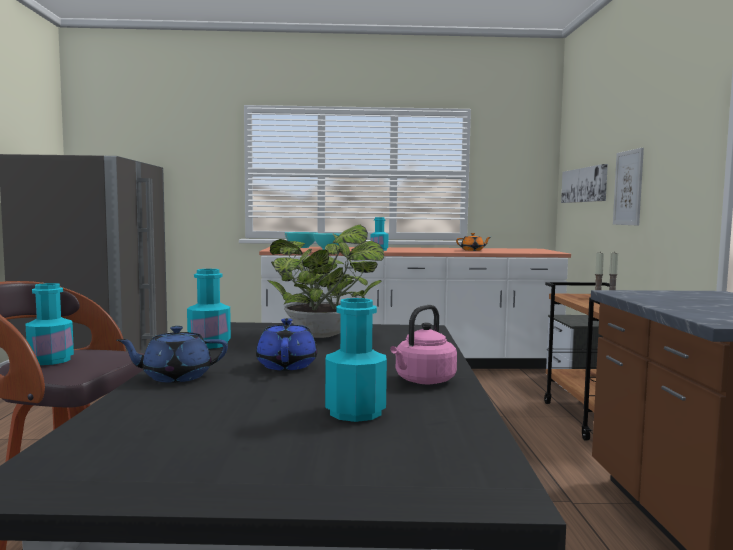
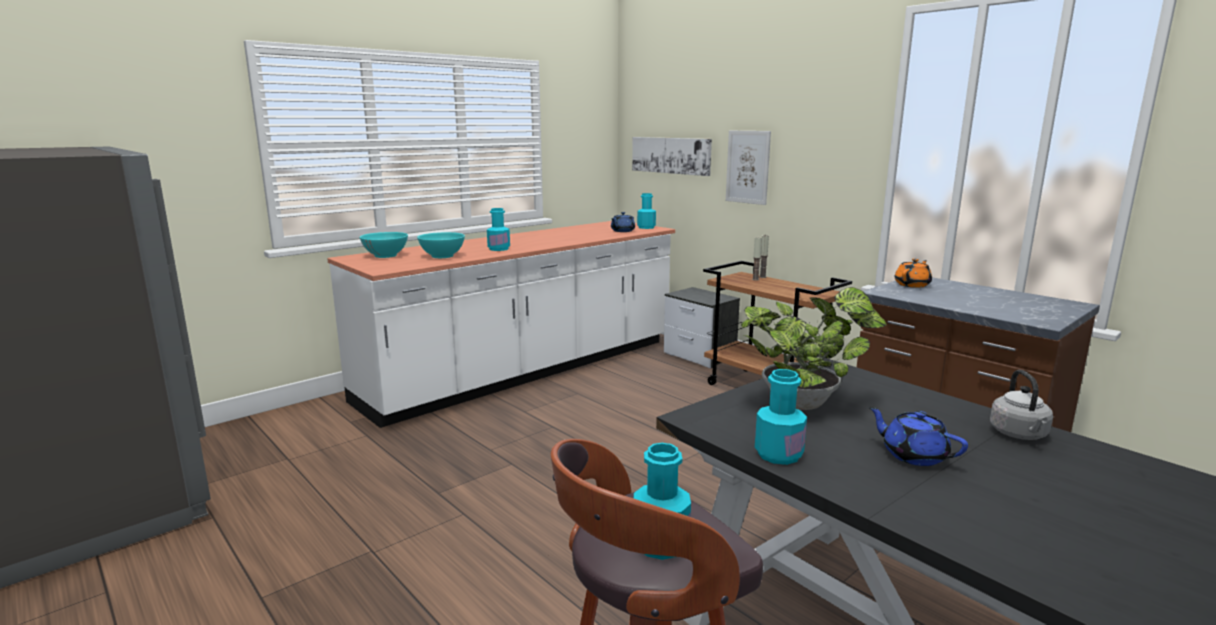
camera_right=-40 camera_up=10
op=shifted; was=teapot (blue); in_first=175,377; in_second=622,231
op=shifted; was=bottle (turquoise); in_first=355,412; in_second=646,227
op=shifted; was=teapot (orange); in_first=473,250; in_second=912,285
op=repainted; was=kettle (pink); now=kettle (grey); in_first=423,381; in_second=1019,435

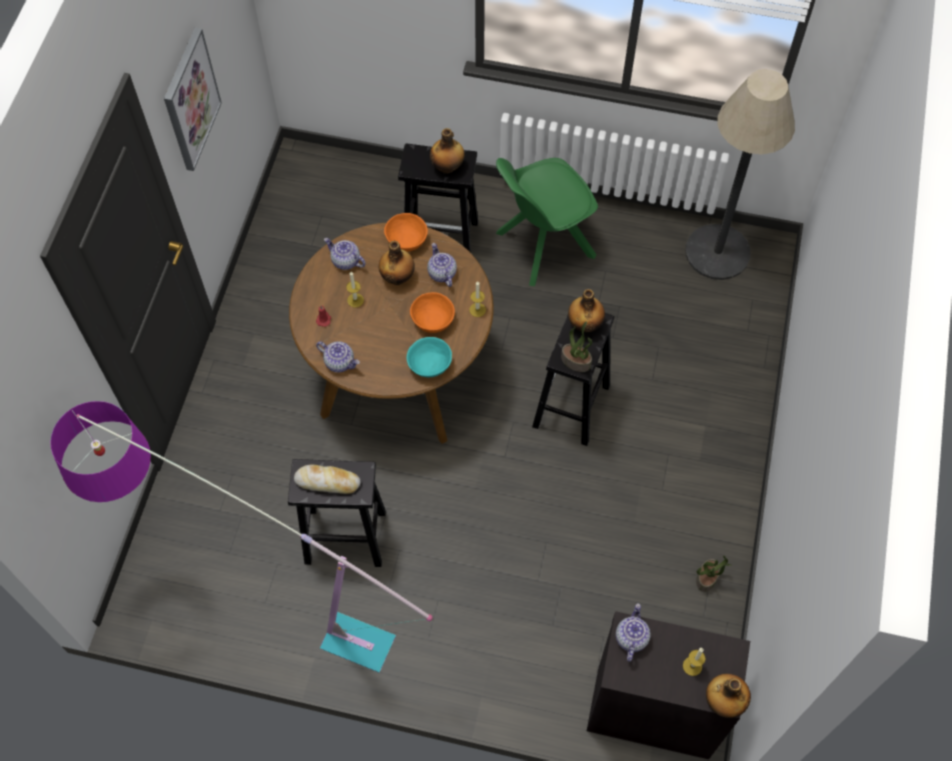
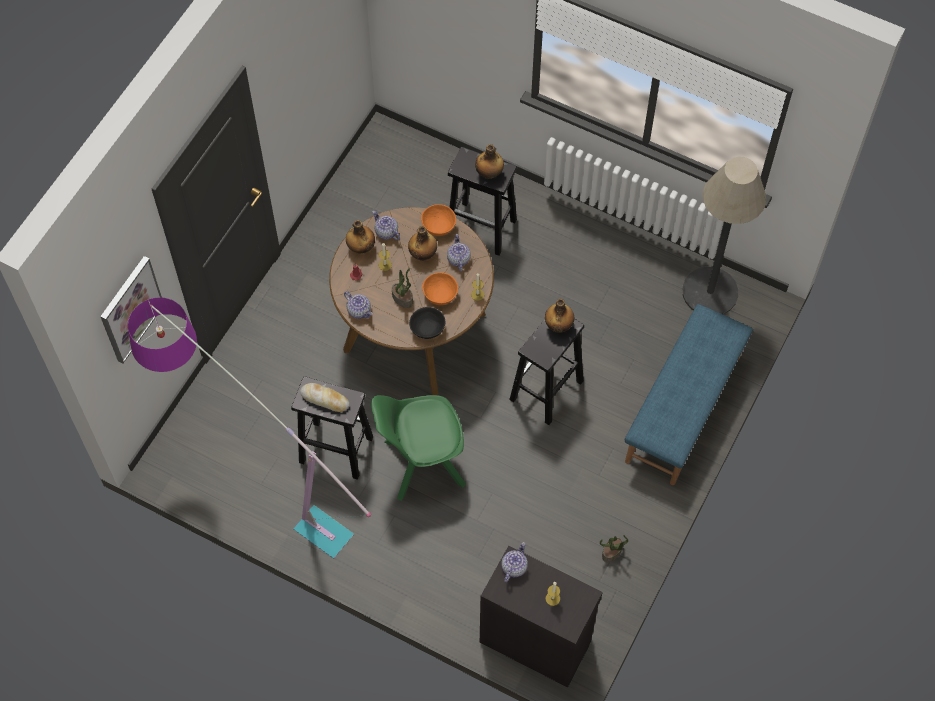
camera_right=15 camera_up=0
op=shifted; was=picture; in_first=190,100; in_second=130,309
op=shifted; was=bottle; in_first=724,701; in_second=361,247
op=shifted; was=chair (green); in_first=542,245; in_second=421,463
op=shifted; was=potted plant; in_first=576,361; in_second=403,298
op=repainted; was=bowl (turquoise); now=bowl (black); in_first=430,364; in_second=428,329
op=new; now=bench (blue); in_second=684,409

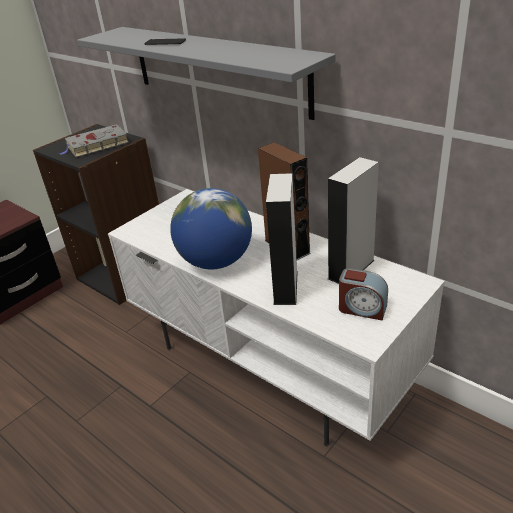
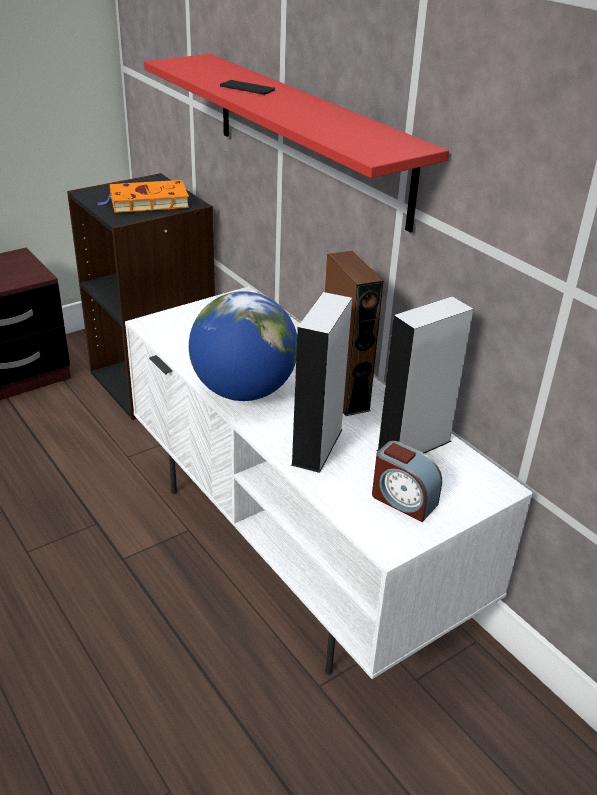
camera_right=10 camera_up=0
op=repainted; was=book (grey); now=book (orange); in_first=96,145; in_second=146,202
op=repainted; was=shelf (grey); now=shelf (red); in_first=216,69; in_second=309,136

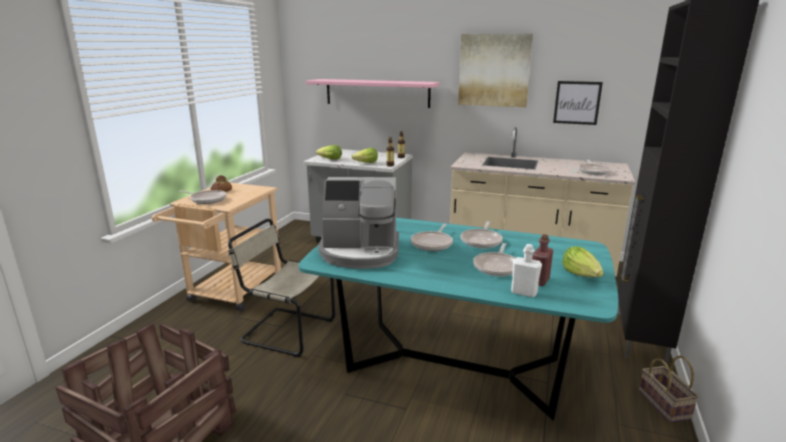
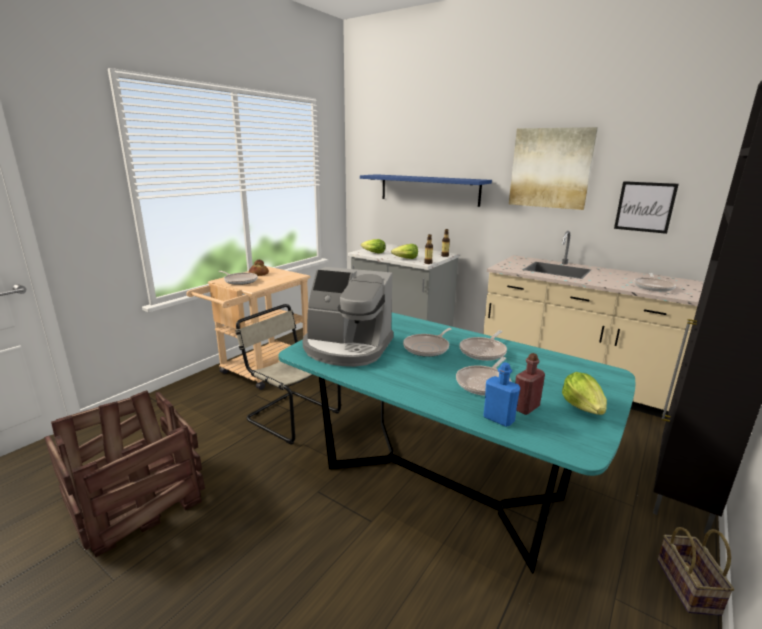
camera_right=15 camera_up=0
op=repainted; was=shelf (pink); now=shelf (blue); in_first=377,93; in_second=428,189
op=repainted; was=bottle (white); now=bottle (blue); in_first=524,292; in_second=498,419

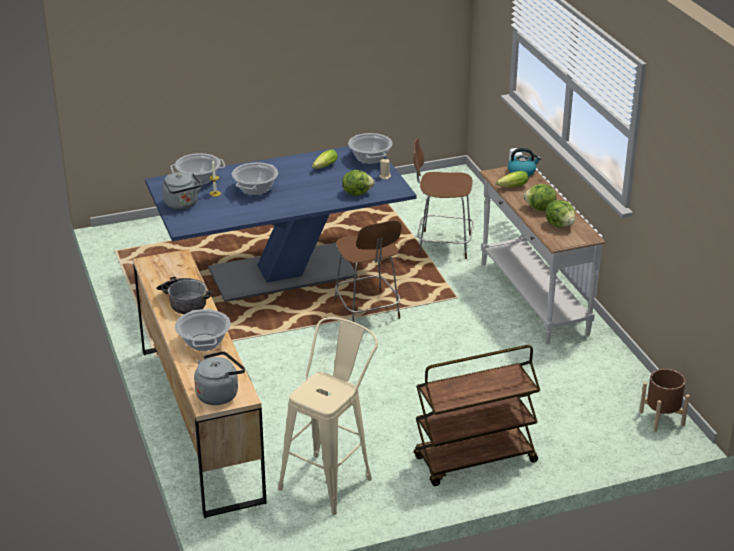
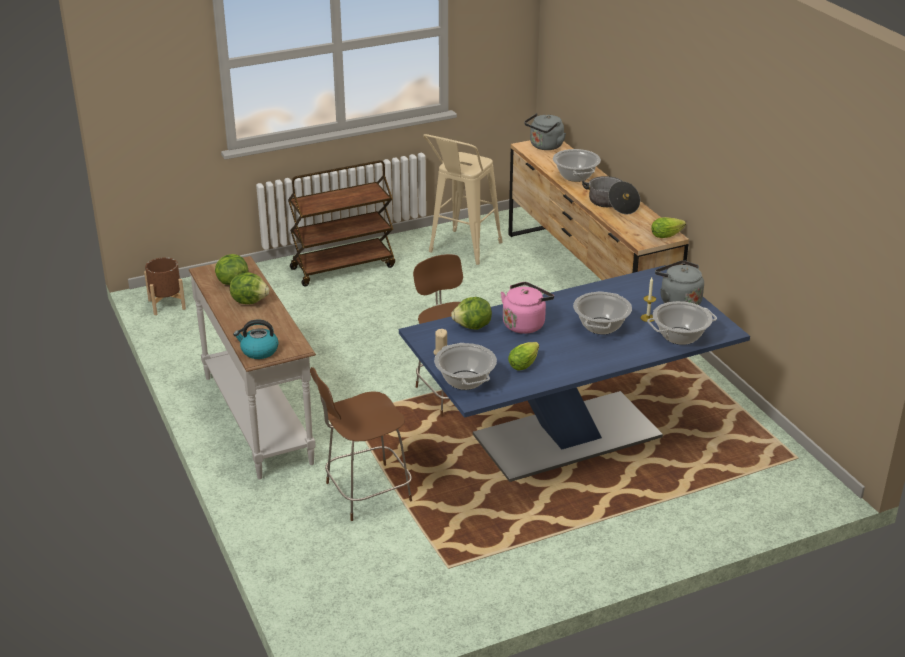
camera_right=175 camera_up=0
op=rotated; was=chair (brown); in_first=442,244; in_second=365,493; clockwise=150
op=new; now=kettle (pink); in_second=525,324
op=shifted; was=lettuce; in_first=511,187; in_second=668,234

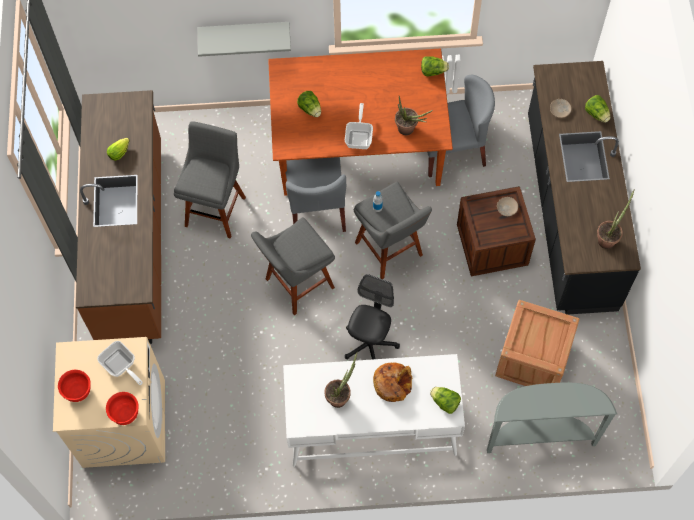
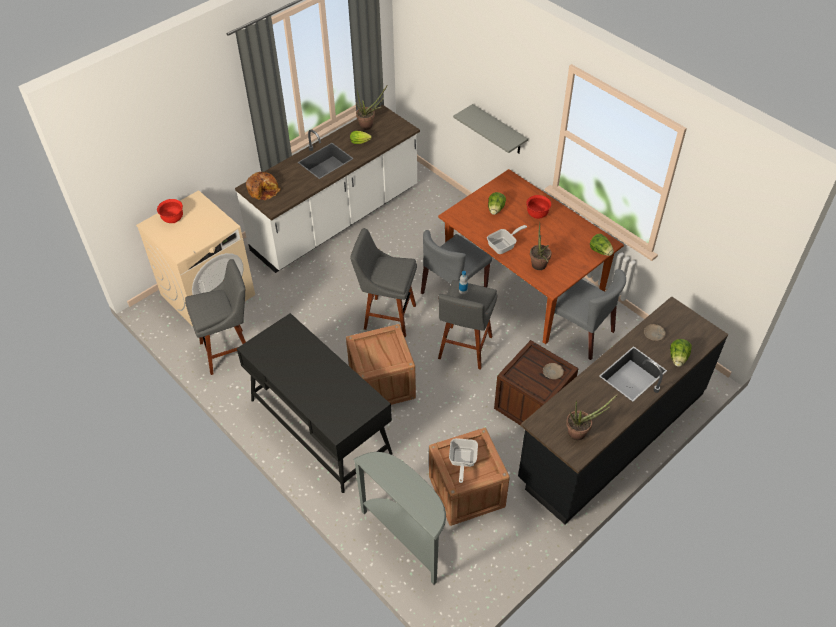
camera_right=50 camera_up=-15
op=shifted; was=stool (grey); in_first=216,208; in_second=230,350
op=repainted; was=counter (brown); now=counter (white); in_first=133,241; in_second=336,220
op=repainted; was=desk (white); now=desk (black); in_first=371,426; in_second=320,425
op=shifted; was=bread; in_first=392,383; in_second=263,190
op=swapped; was=office chair (black); now=crate; in_first=370,344; in_second=382,384
op=shifted; was=potted plant; in_first=340,396; in_second=369,125
op=shifted; was=frying pan; in_first=121,366; in_second=462,461
op=shifted; was=bowl (red); in_first=125,413; in_second=537,214
op=gone; was=lettuce; in_first=445,402

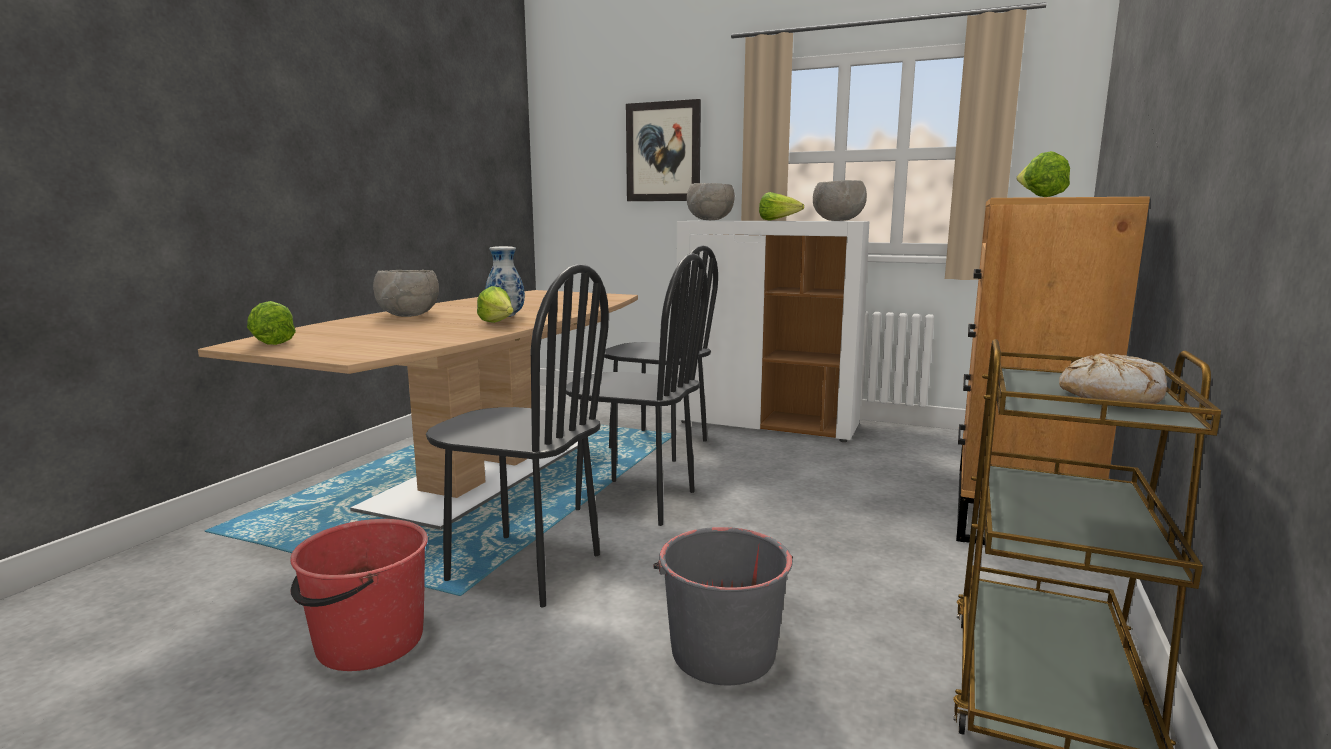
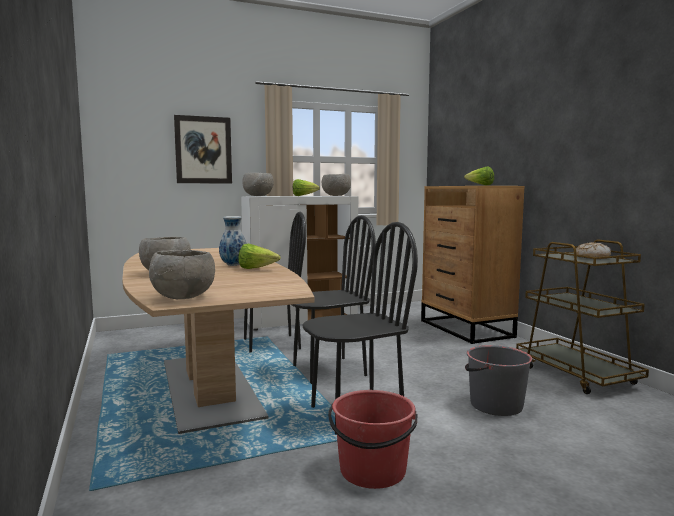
camera_right=-45 camera_up=-5
op=swapped; was=lettuce; now=bowl (grey); in_first=271,342; in_second=183,298

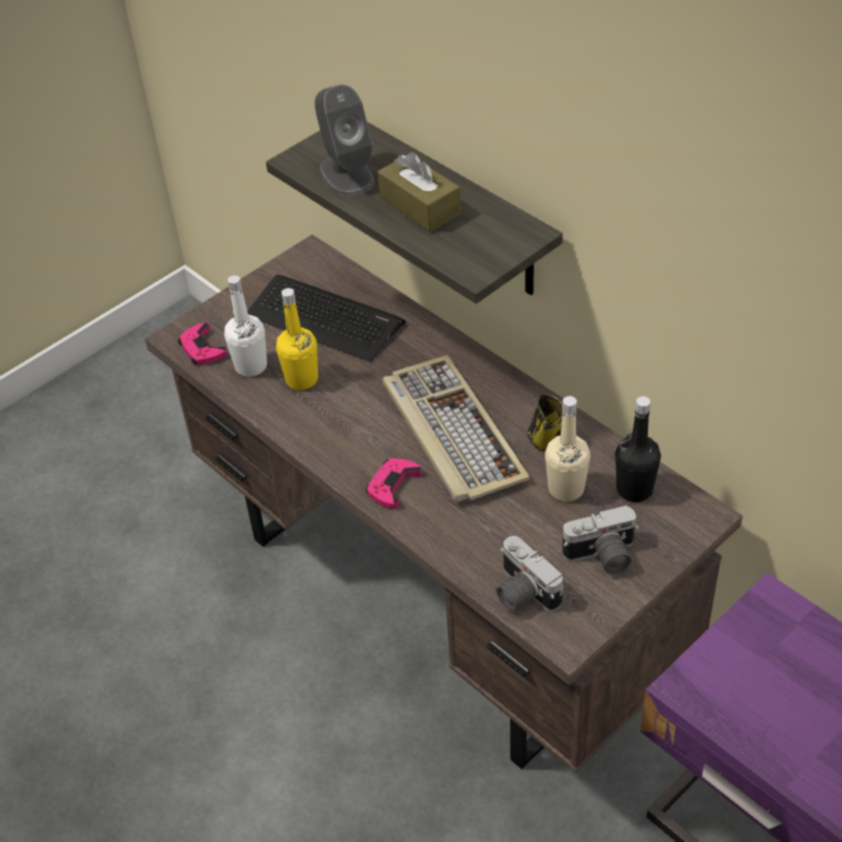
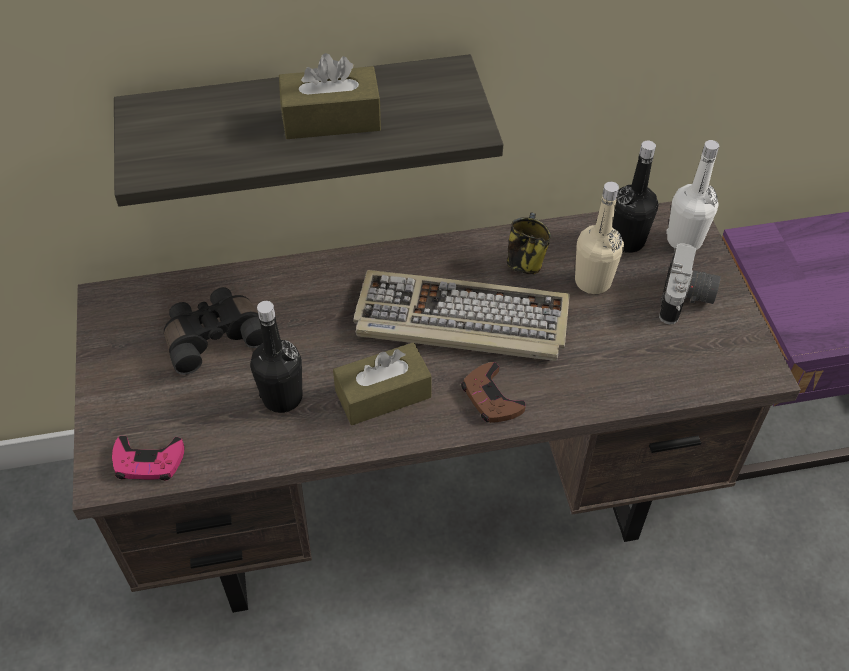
camera_right=-60 camera_up=5
op=swapped; was=keyboard; now=binoculars (black); in_first=324,319; in_second=214,336
op=repainted; was=bottle (yellow); now=bottle (black); in_first=301,379; in_second=282,397
op=new; now=tissue box (brown); in_second=383,394
op=repainted; was=game controller (pink); now=game controller (brown); in_first=393,485; in_second=491,398
op=shifted; was=bottle (white); in_first=251,366; in_second=684,240
op=gone; was=speaker (grey); in_first=346,175
op=gone; was=photo camera; in_first=521,593

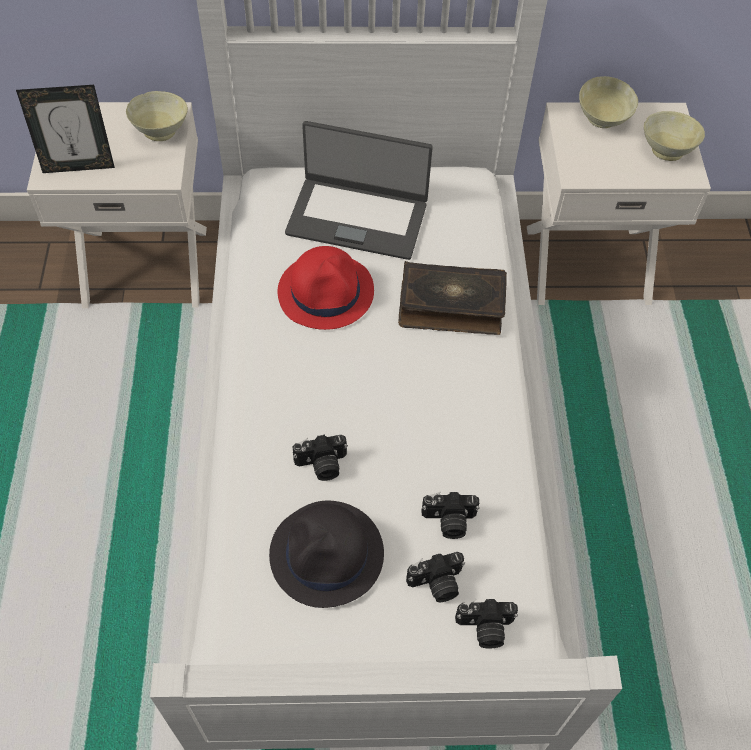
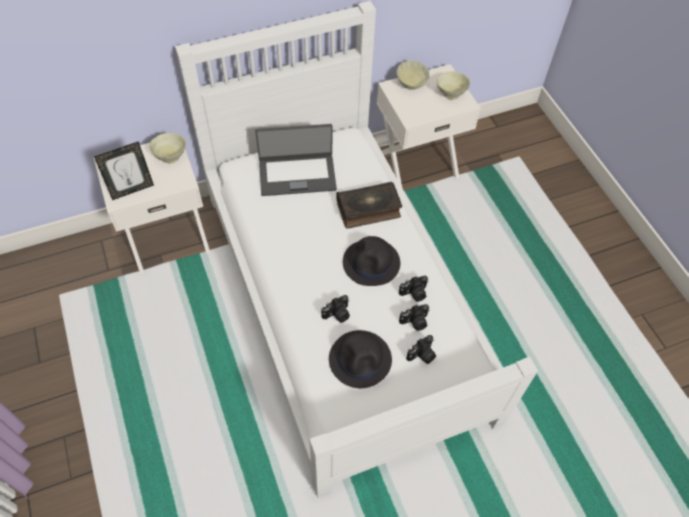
camera_right=-20 camera_up=0
op=new; now=hat (black); in_second=371,263
op=shifted; was=photo camera; in_first=485,629; in_second=414,293
op=gone; was=hat (red); in_first=326,291

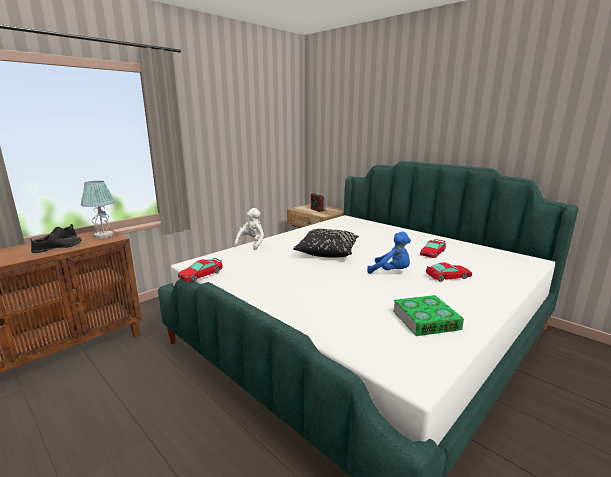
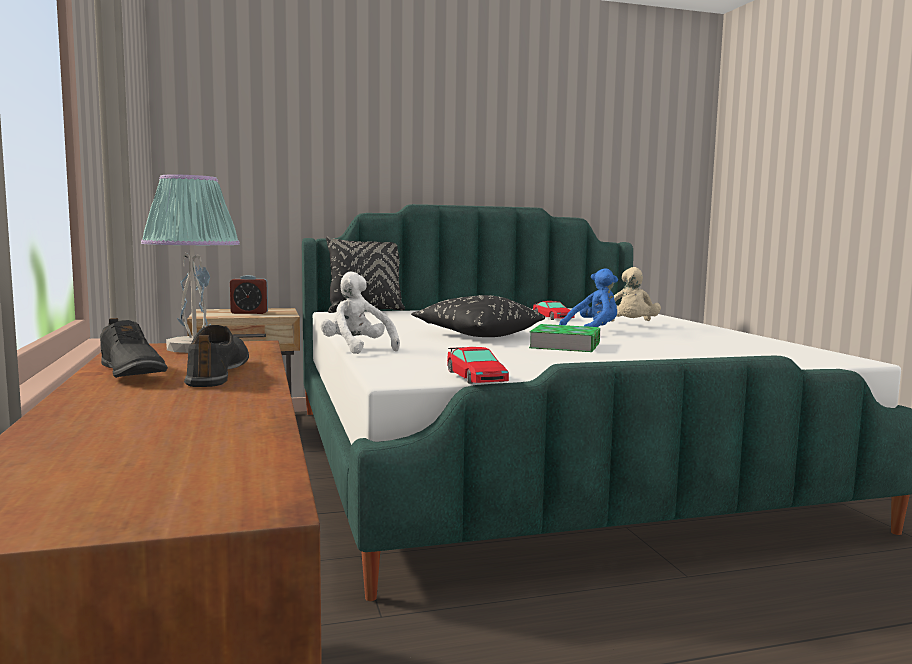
camera_right=-60 camera_up=-10
op=new; now=pillow (black); in_second=365,311
op=shifted; was=book; in_first=425,320; in_second=565,345
op=swapped; was=toy car; now=plush toy (beige); in_first=448,276; in_second=631,325

